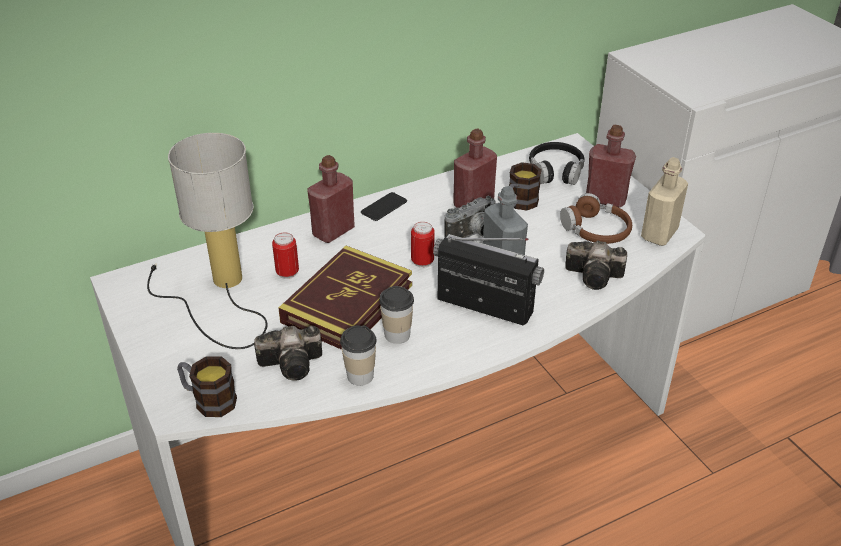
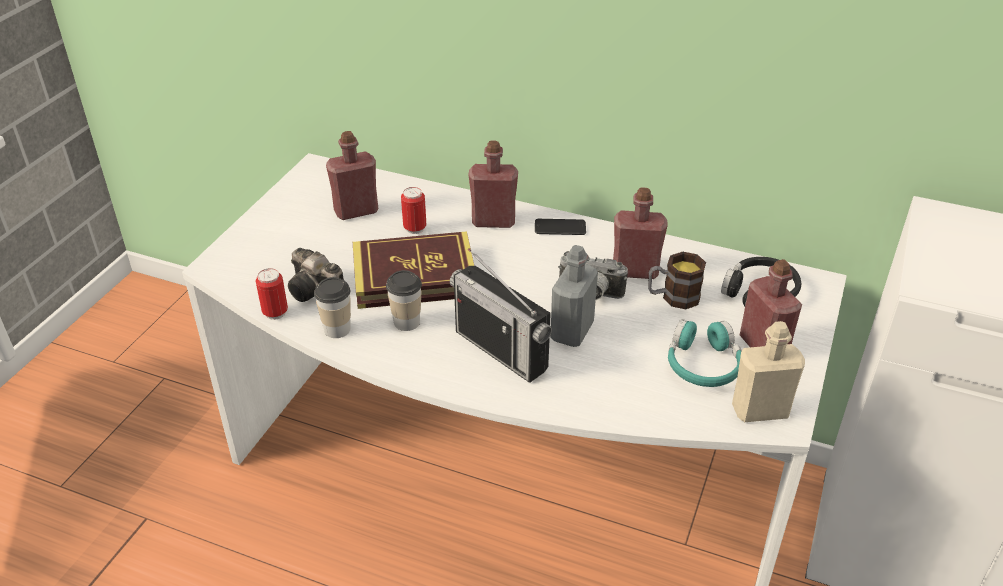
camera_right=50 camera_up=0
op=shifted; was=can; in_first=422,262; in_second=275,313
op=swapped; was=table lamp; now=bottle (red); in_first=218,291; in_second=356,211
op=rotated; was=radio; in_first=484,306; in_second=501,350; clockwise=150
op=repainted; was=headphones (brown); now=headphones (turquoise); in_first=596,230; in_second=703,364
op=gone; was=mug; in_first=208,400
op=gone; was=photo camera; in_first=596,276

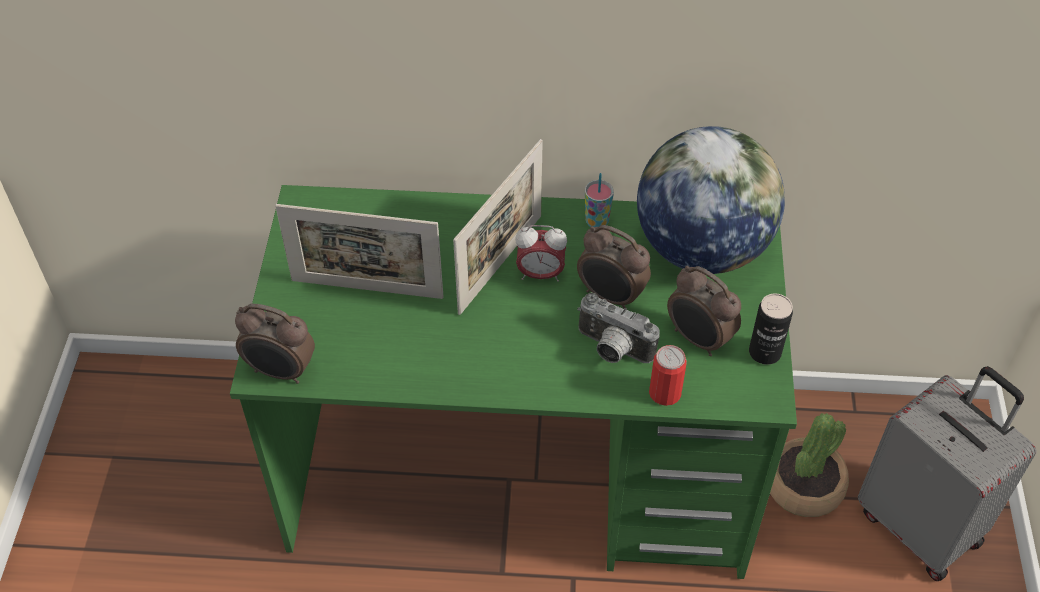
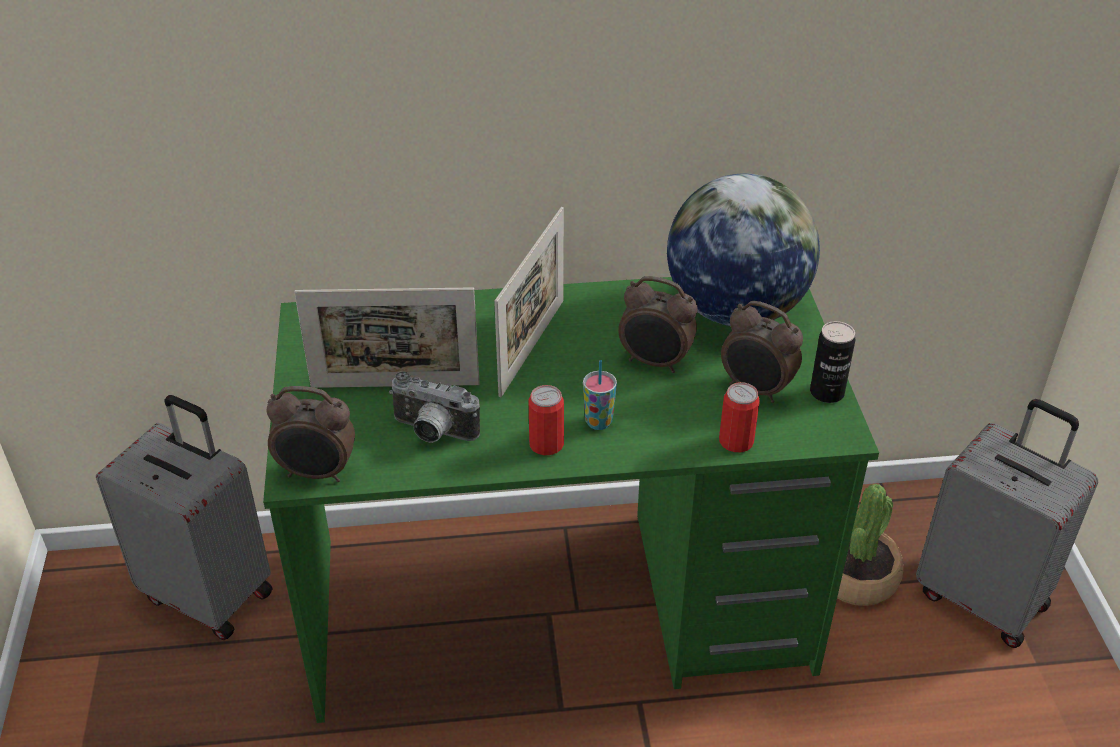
camera_right=-10 camera_up=-10
op=new; now=suitcase (grey); in_second=210,593
op=shifted; was=photo camera; in_first=611,349; in_second=432,433
op=new; now=can; in_second=546,444
op=shifted; was=cup; in_first=597,222; in_second=598,422
op=gone; was=alarm clock; in_first=540,274

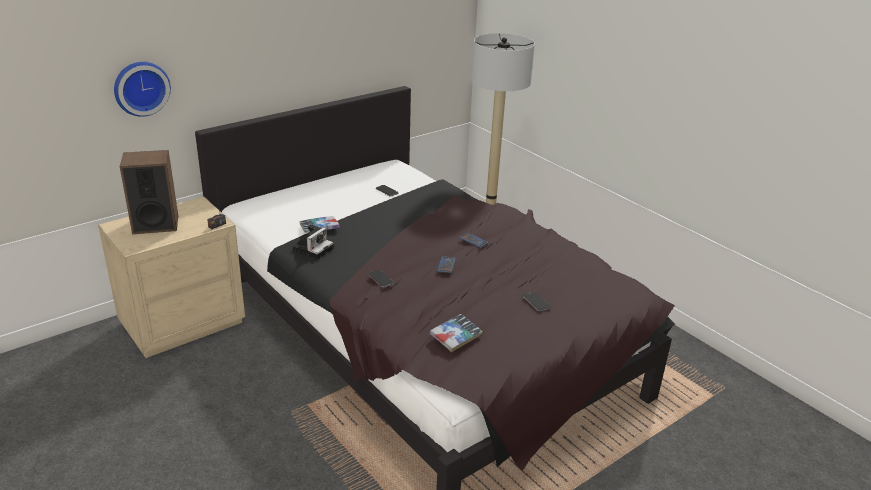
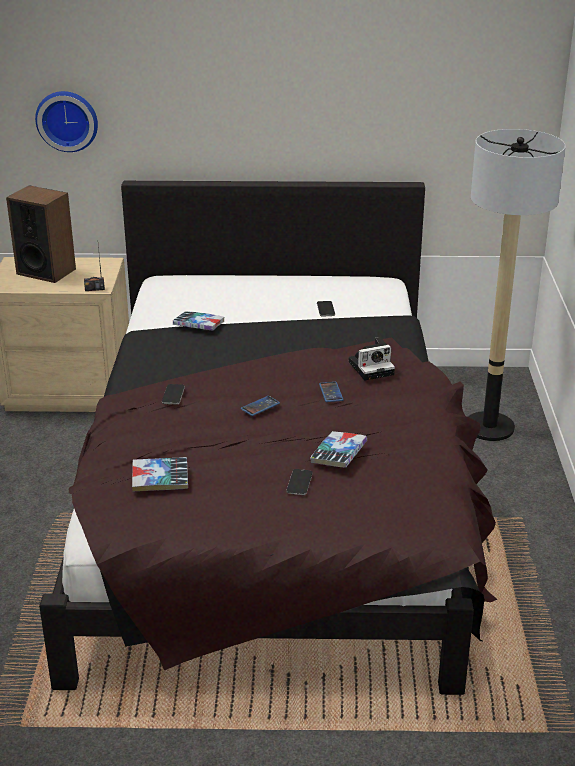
camera_right=40 camera_up=0
op=new; now=book; in_second=338,454
op=shifted; was=photo camera; in_first=313,248; in_second=372,367

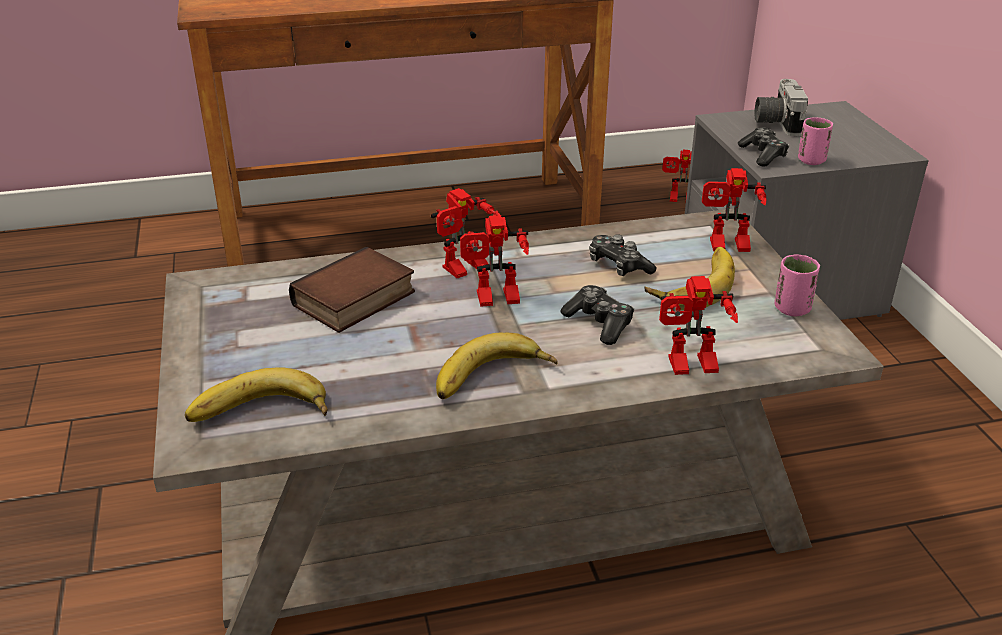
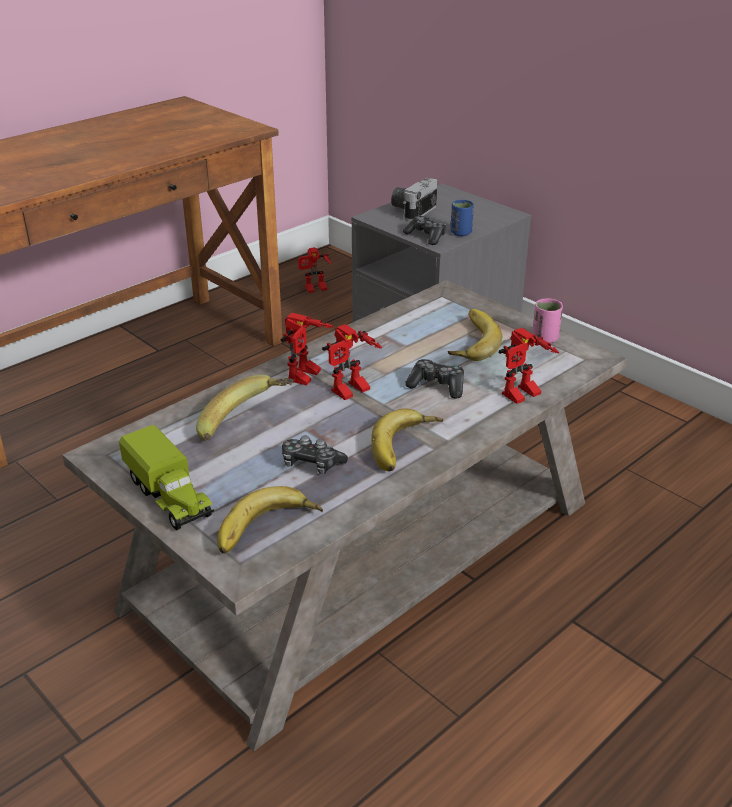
camera_right=-30 camera_up=0
op=new; now=toy truck; in_second=170,498
op=swapped; was=book; now=banana; in_first=355,300; in_second=247,425
op=shifted; was=game controller; in_first=618,266; in_second=311,464
op=rotated; was=photo camera; in_first=776,123; in_second=412,210; clockwise=60
op=repainted; was=cup (pink); now=cup (blue); in_first=811,160; in_second=461,233
op=gone; was=toy robot; in_first=727,247

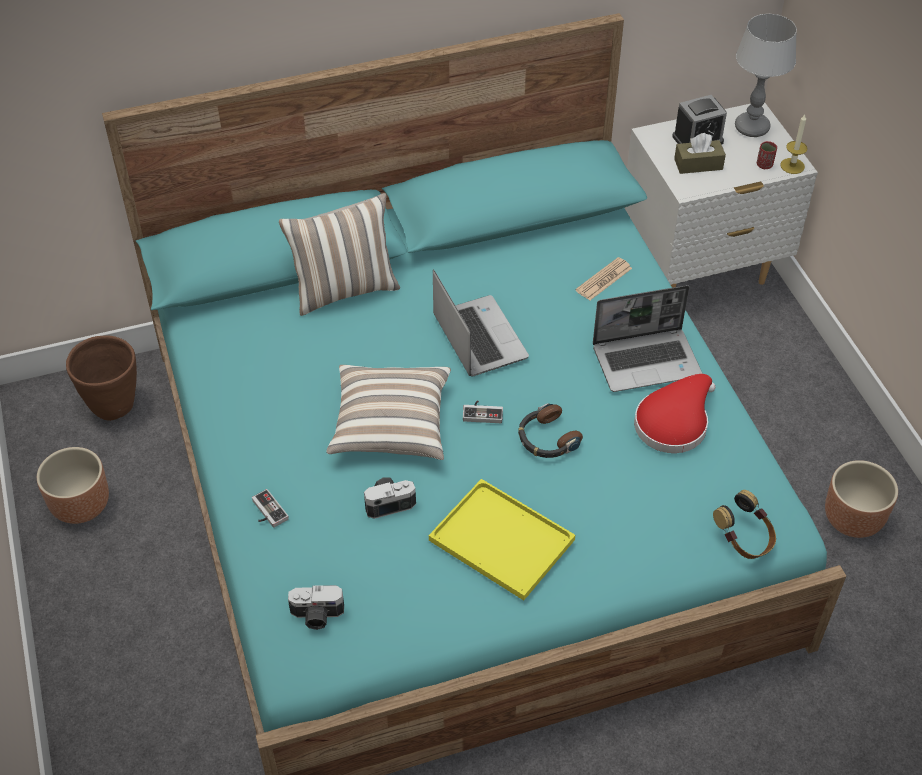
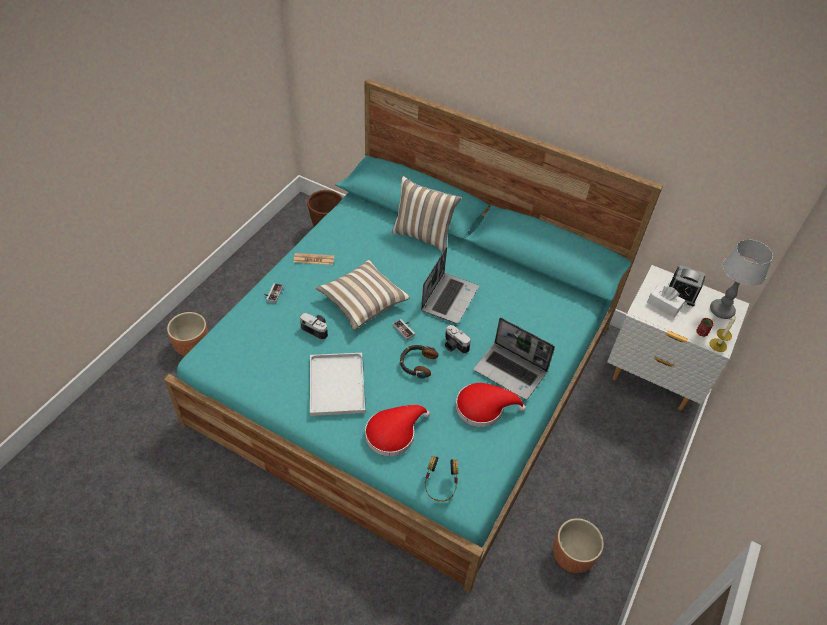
camera_right=45 camera_up=0
op=shifted; was=planter (brown); in_first=80,506; in_second=192,346
op=shifted; was=newspaper; in_first=604,279; in_second=314,259
op=repainted; was=tray (yellow); now=tray (white); in_first=504,540; in_second=337,386
op=new; now=hat (red); in_second=393,433
op=shifted; was=photo camera; in_first=317,616; in_second=454,346
op=repainted; was=tissue box (brown); now=tissue box (white); in_first=698,164; in_second=663,305

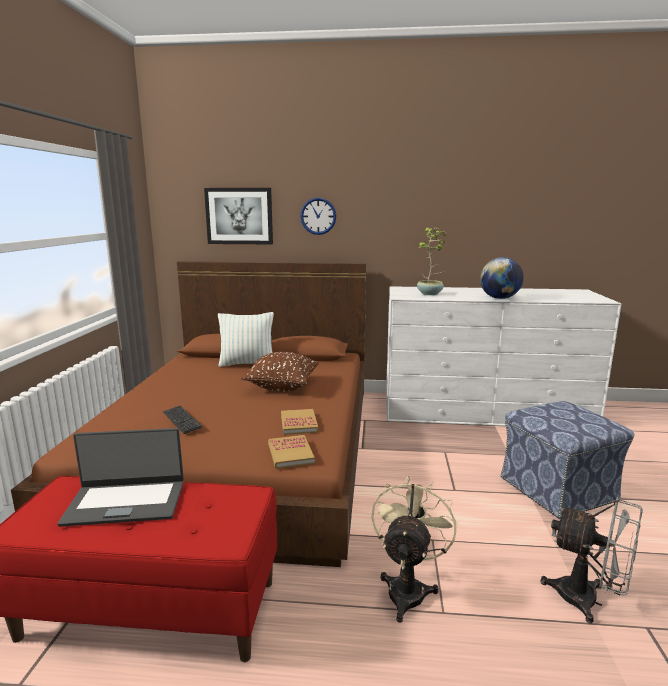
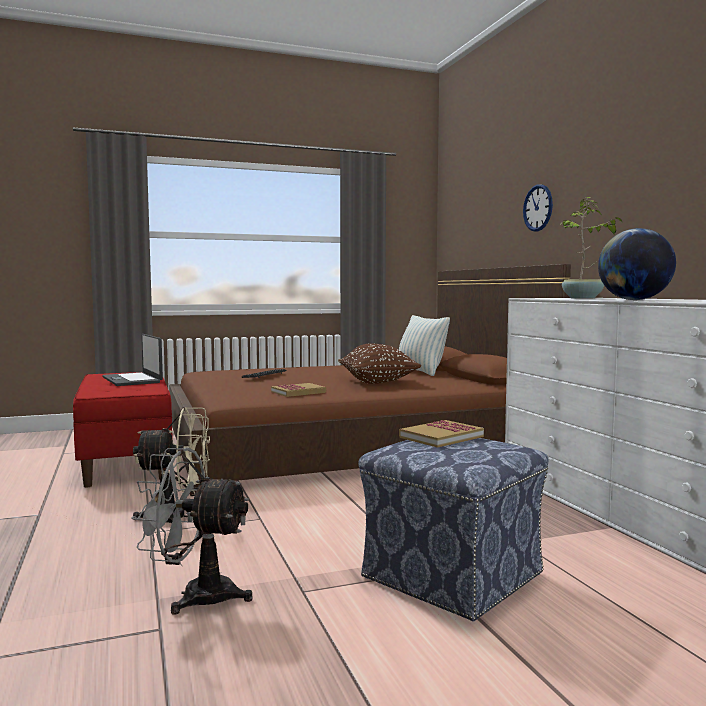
camera_right=65 camera_up=-10
op=rotated; was=fan (grey); in_first=588,601; in_second=195,595; clockwise=90
op=shifted; was=book; in_first=290,453; in_second=441,437
op=gone; was=picture; in_first=239,216

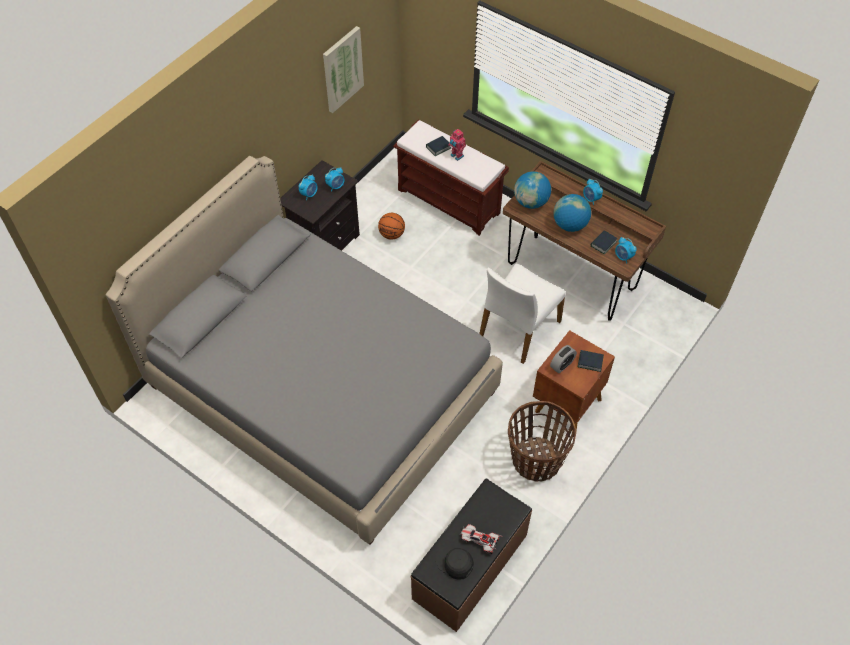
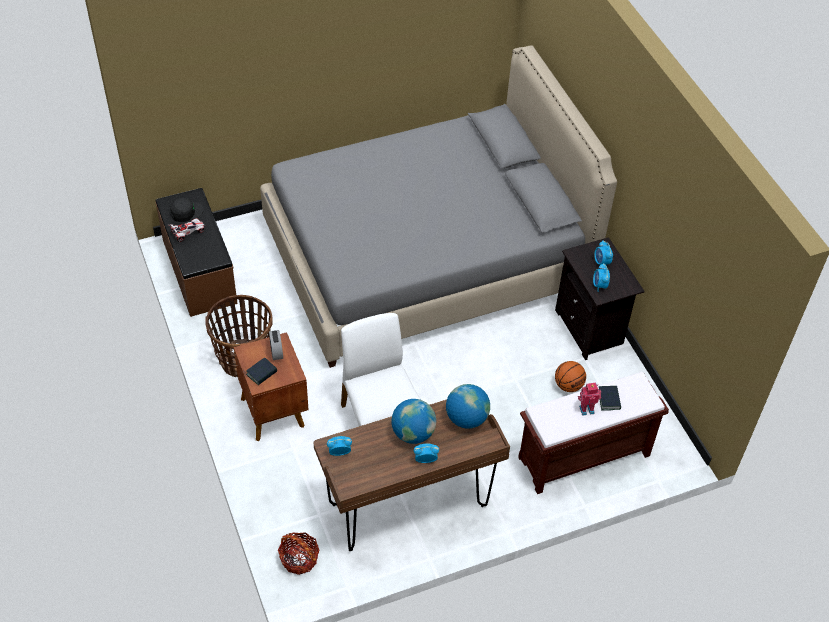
camera_right=120 camera_up=-5
op=new; now=basket; in_second=299,559
op=gone; was=picture; in_first=342,69
op=gone; was=book; in_first=603,244

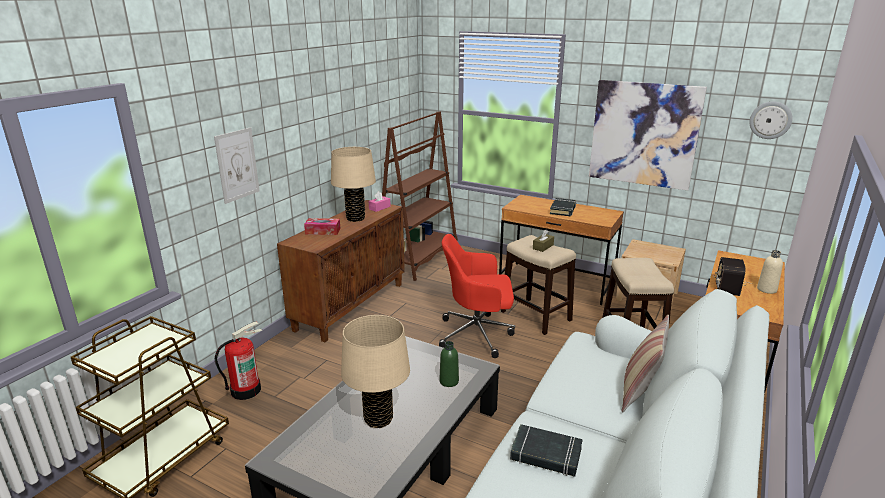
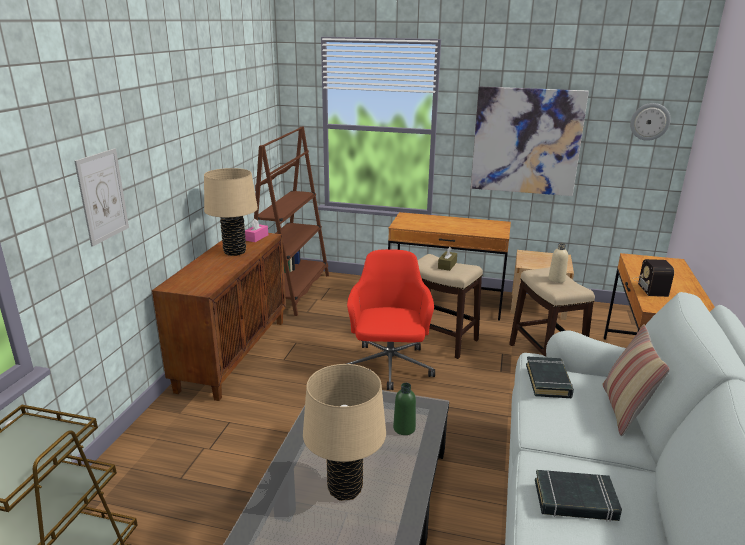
camera_right=-15 camera_up=0
op=rotated; was=office chair (red); in_first=477,334; in_second=389,368; clockwise=105
op=shifted; was=book (black); in_first=563,210; in_second=548,381
op=shifted; was=bottle (beige); in_first=766,289; in_second=556,279
op=gone; was=fire extinguisher; in_first=246,390
op=gone; was=tissue box; in_first=323,231

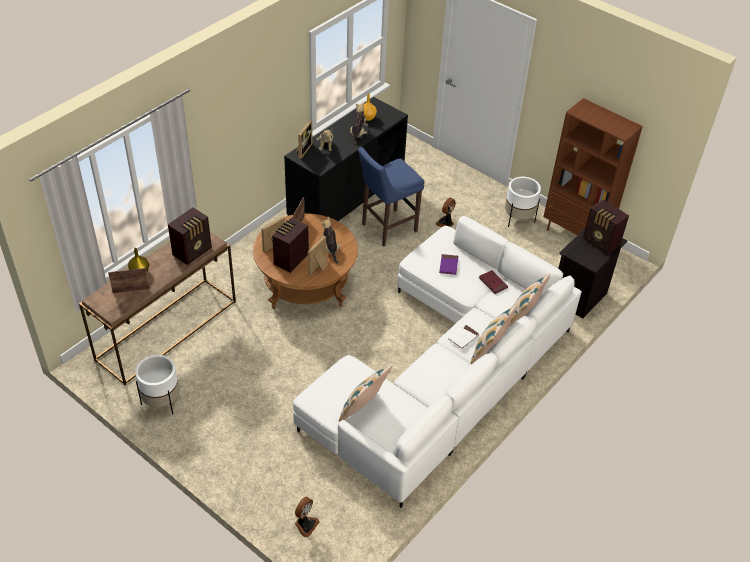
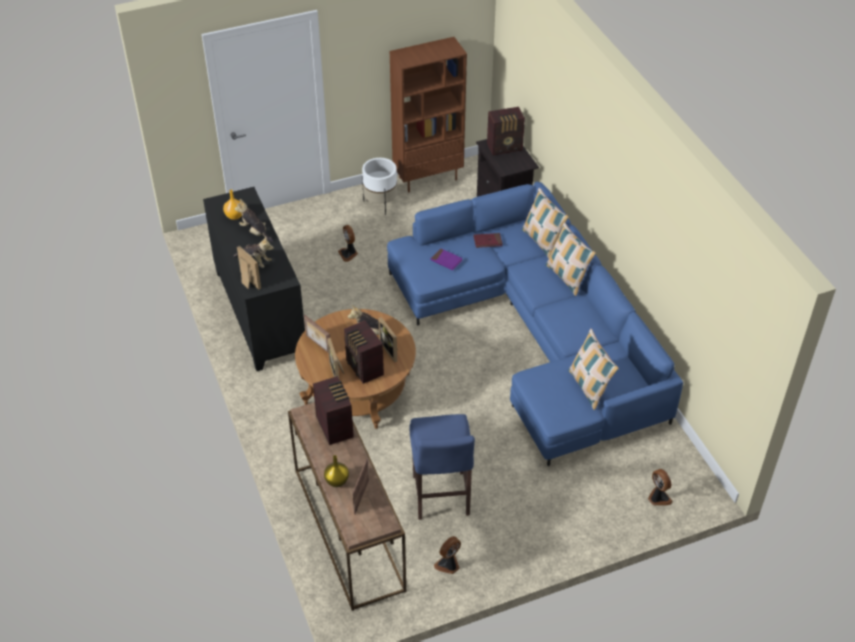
camera_right=-60 camera_up=0
op=repainted; was=sofa (white); now=sofa (blue); in_first=444,370; in_second=535,333
op=shifted; was=stool (blue); in_first=386,228; in_second=441,498
op=swapped; was=planter (white); now=fan; in_first=161,401; in_second=448,565
op=gone; was=book (white); in_first=463,338

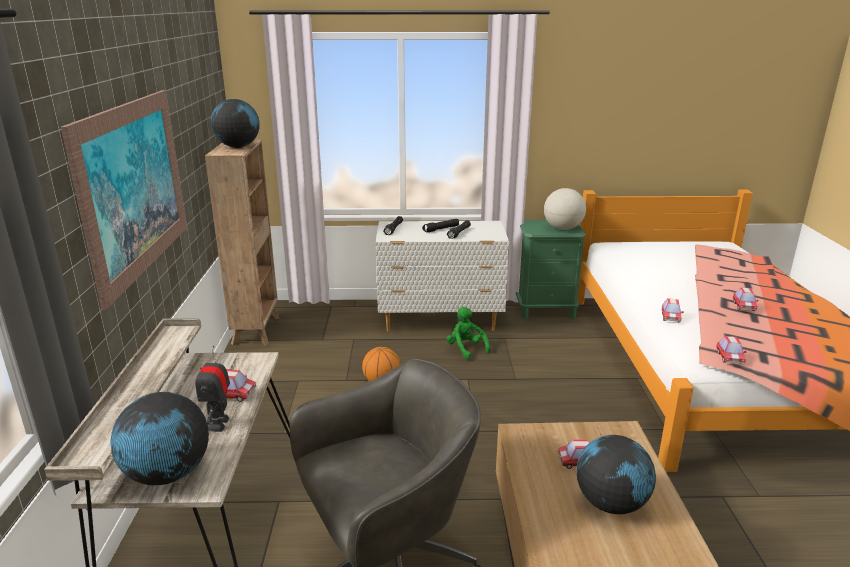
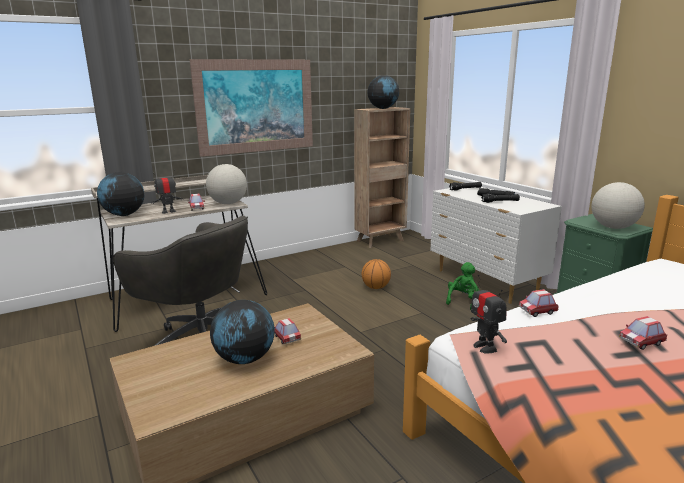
camera_right=60 camera_up=-5
op=new; now=globe; in_second=228,203
op=swapped; was=toy car; now=toy robot; in_first=729,358; in_second=485,347

